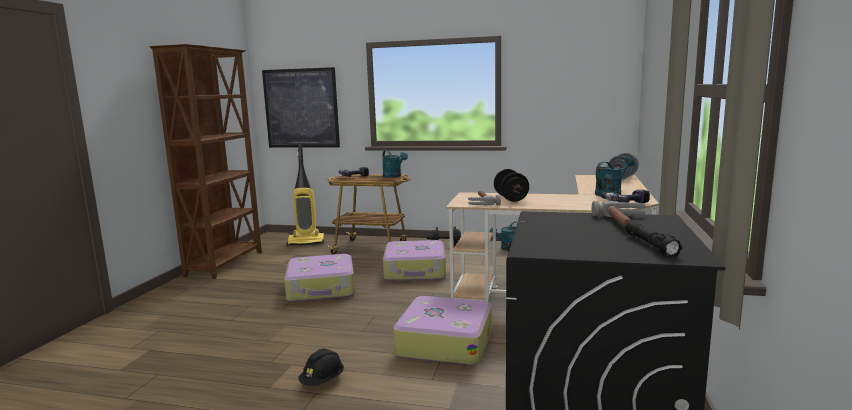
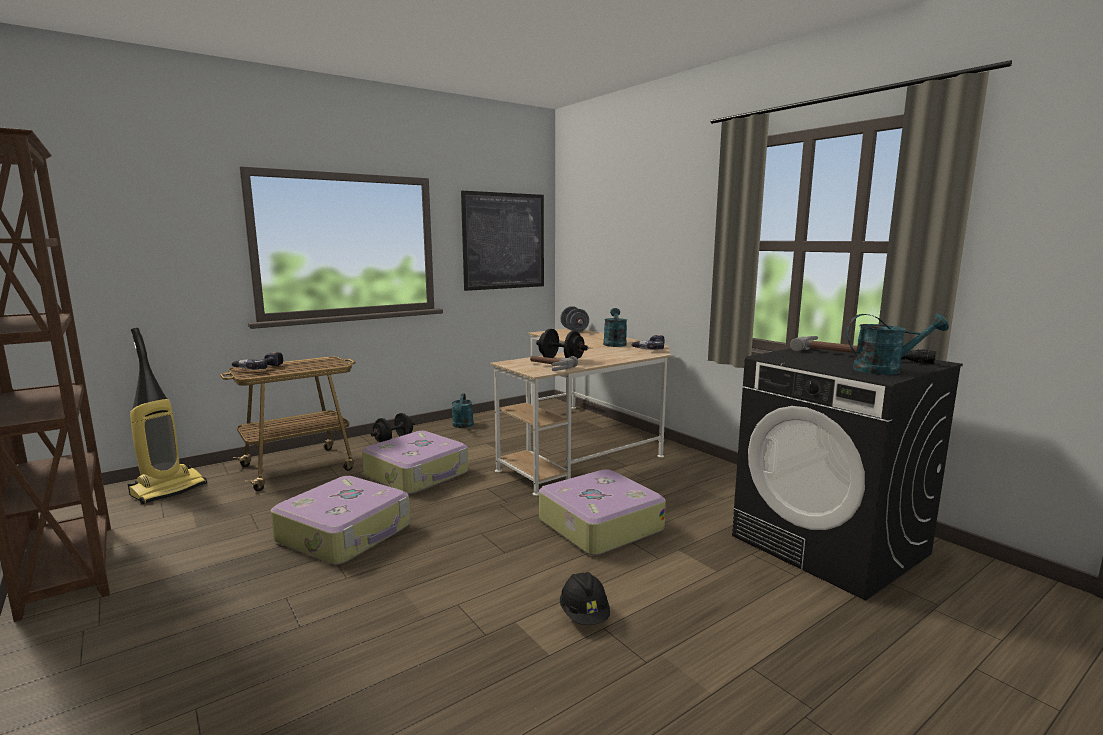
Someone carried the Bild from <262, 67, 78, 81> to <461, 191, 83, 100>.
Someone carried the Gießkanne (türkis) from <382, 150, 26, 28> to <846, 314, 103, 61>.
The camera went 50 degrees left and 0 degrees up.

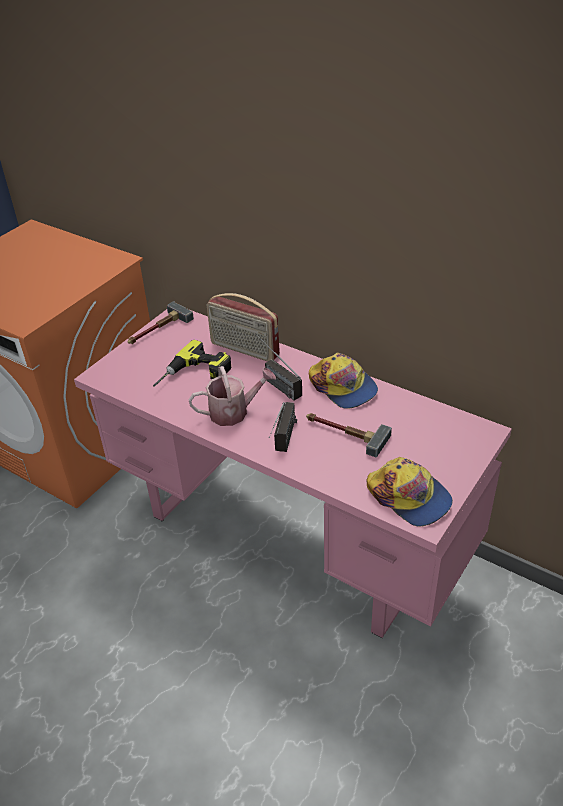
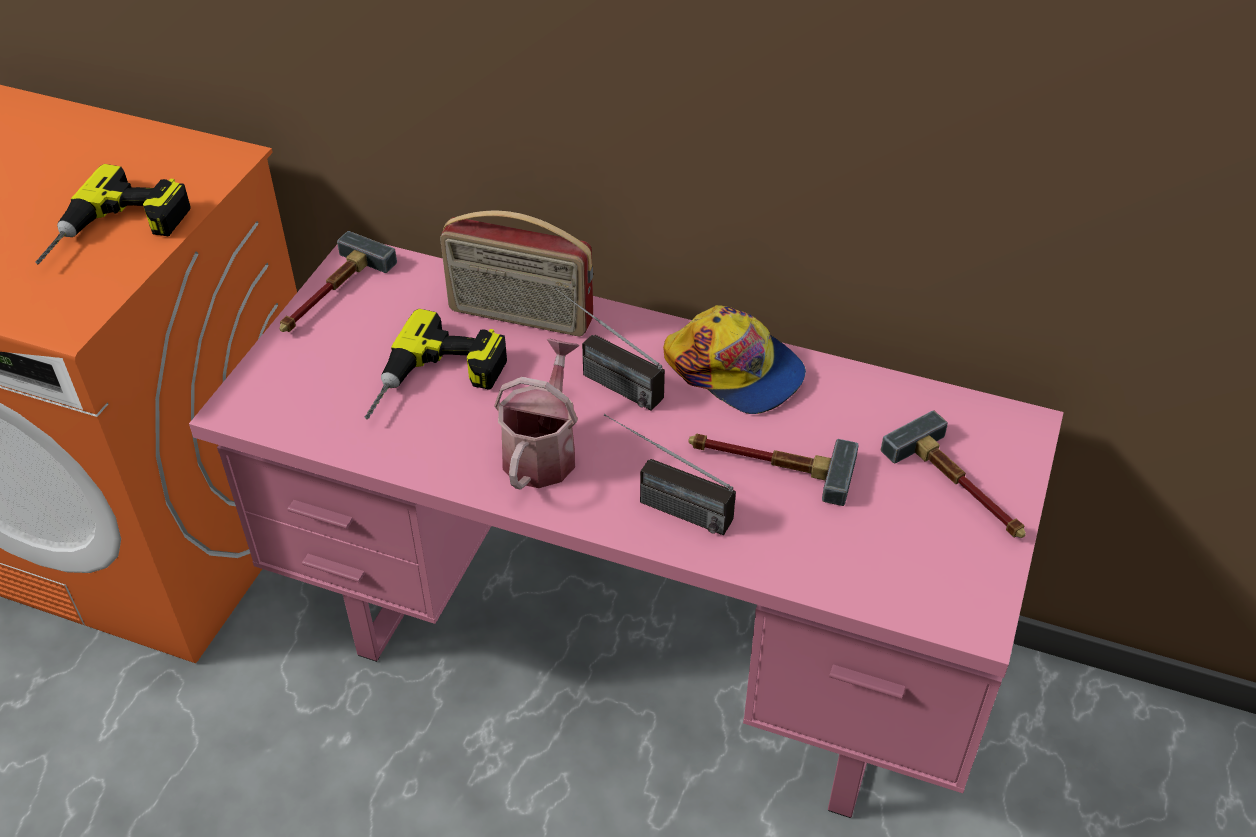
Someone put down the Bohrmaschine at <36, 164, 155, 101>.
Someone rotated the Gießkanne at <188, 366, 88, 60> by 45 degrees counterclockwise.
Someone rotated the Radio at <269, 402, 28, 50> by 120 degrees clockwise.
Someone put down the Hammer at <881, 410, 145, 128>.
Someone took away the Kappe at <367, 457, 86, 70>.
The camera went 15 degrees left and 5 degrees up.

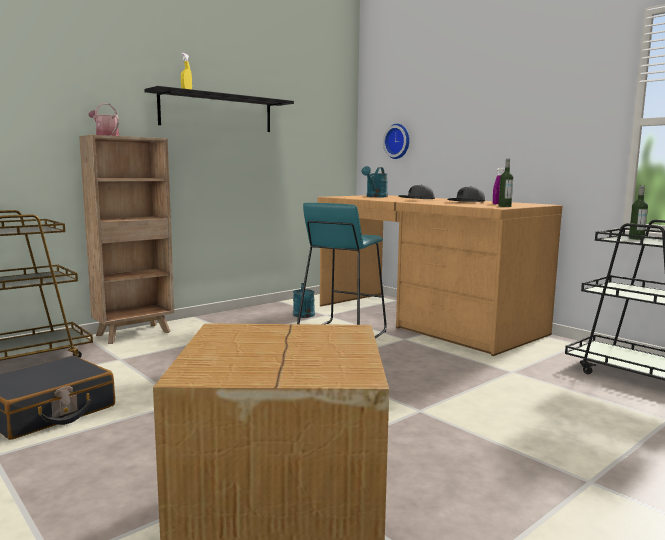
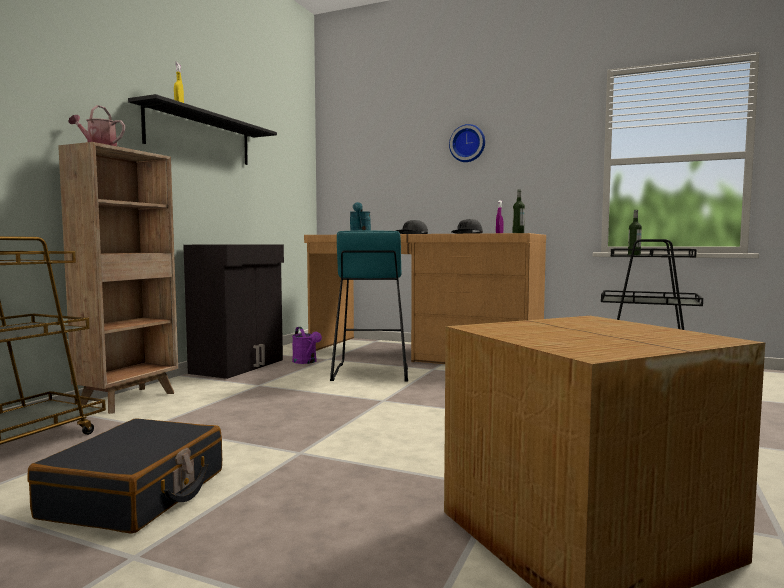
Someone put down the Schrank (schwarz) at <183, 245, 101, 134>.
Someone repainted the Gießkanne (türkis) at <293, 283, 22, 35>, which became the Gießkanne (lila) at <292, 327, 30, 37>.
Someone carried the Wanduhr from <383, 124, 27, 35> to <449, 124, 36, 38>.
The camera went 25 degrees left and 5 degrees down.

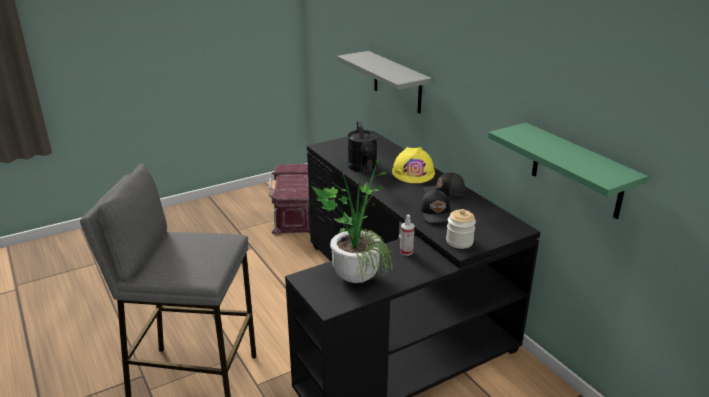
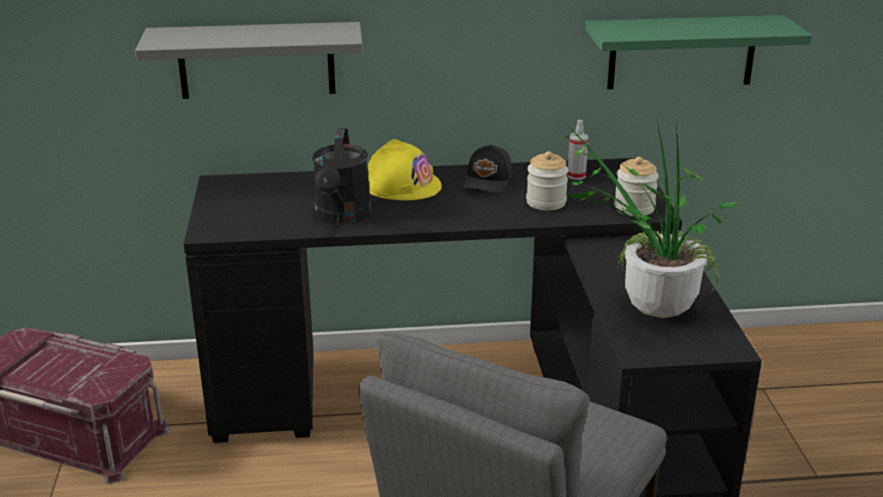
Someone rotated the Gießkanne (schwarz) at <347, 121, 30, 51> by 75 degrees clockwise.
Someone swapped the Kappe (schwarz) at <420, 190, 30, 33> for the Vorratsglas at <526, 151, 42, 59>.
Someone carried the Sprühflasche from <400, 215, 14, 41> to <567, 120, 21, 60>.
The camera went 65 degrees left and 0 degrees up.

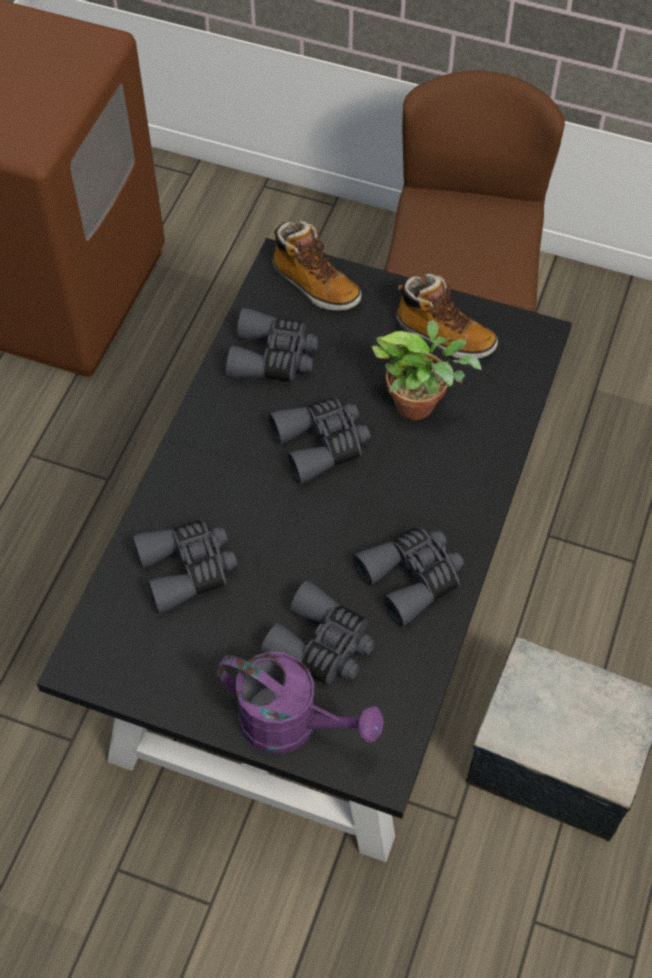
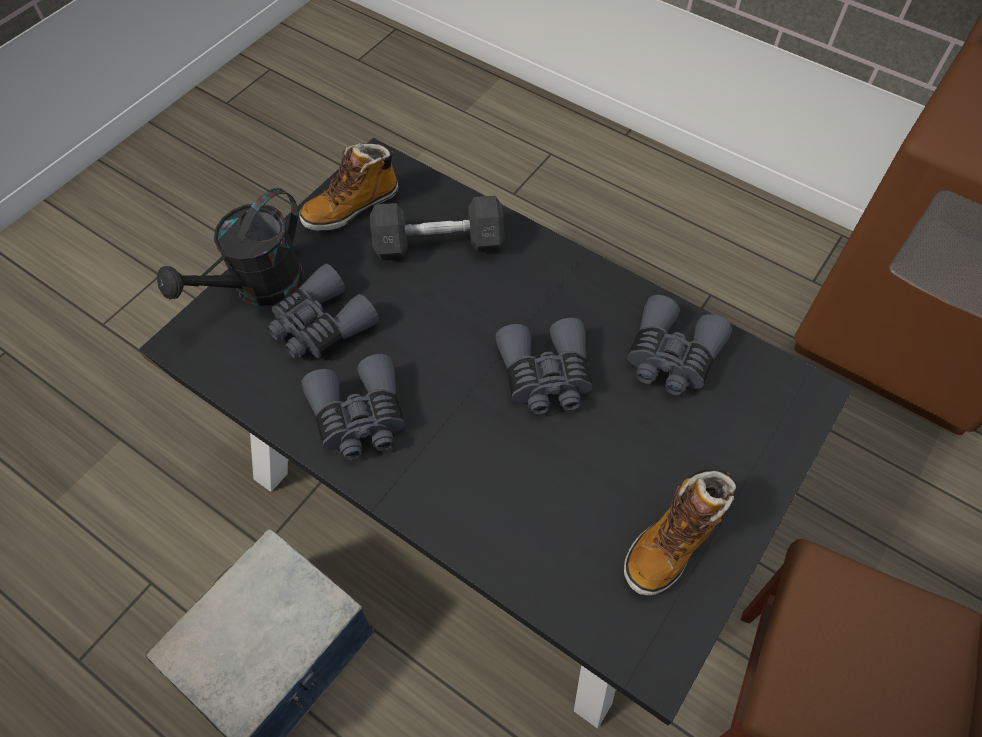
Someone repainted the Gießkanne (lila) at <216, 651, 168, 103>, which became the Gießkanne (schwarz) at <157, 188, 146, 118>.
Someone carried the Stiefel from <272, 221, 90, 90> to <299, 143, 99, 88>.
Someone swapped the Fernglas (grau) at <132, 519, 105, 94> for the Hantel (grau) at <370, 195, 135, 64>.
Someone took away the Topfpflanze at <372, 320, 109, 100>.
The camera went 105 degrees right and 0 degrees up.

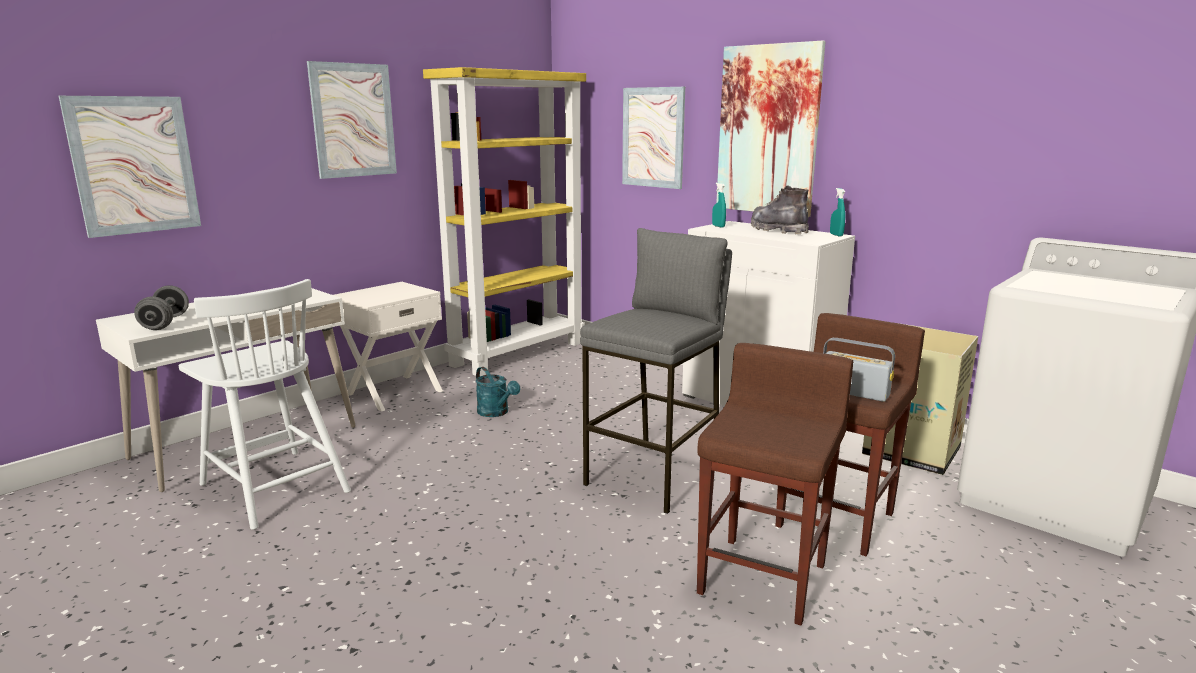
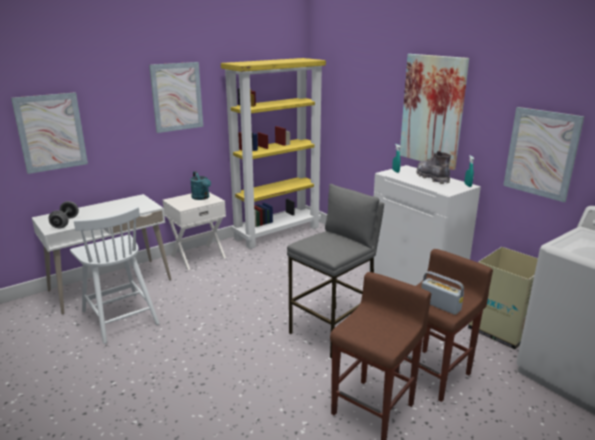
Someone carried the Gießkanne (türkis) from <476, 367, 44, 50> to <190, 171, 21, 29>.
Someone carried the Bild from <622, 87, 63, 102> to <503, 107, 81, 95>.
The camera went 10 degrees right and 5 degrees up.

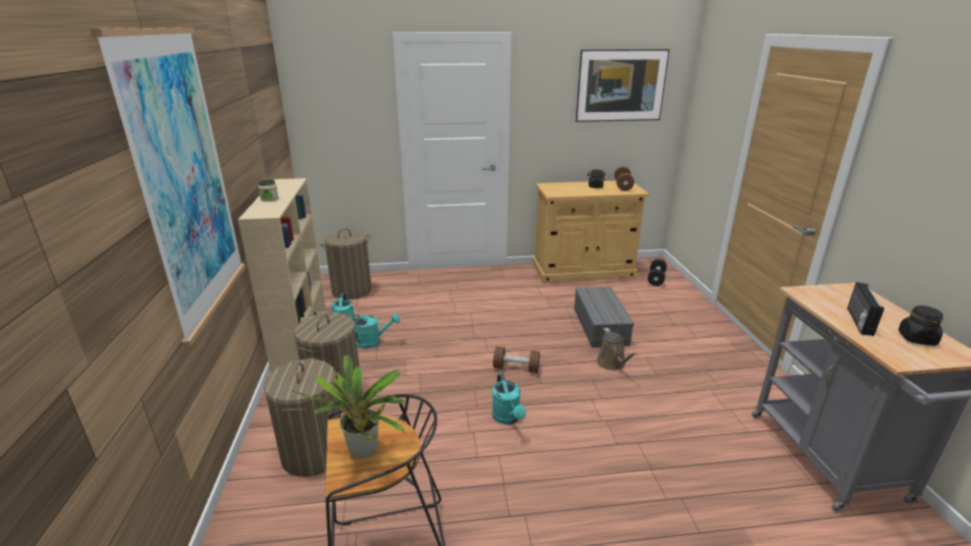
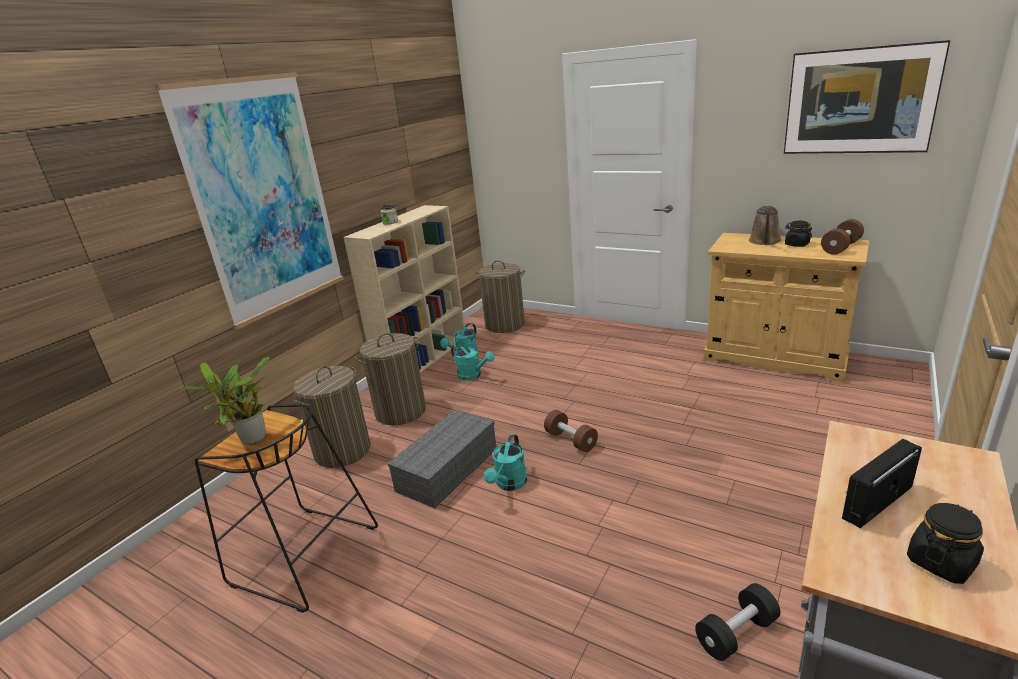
Someone carried the Aufbewahrungsbox (grau) from <574, 287, 60, 61> to <388, 410, 109, 98>.
Someone carried the Hantel (schwarz) from <648, 259, 19, 27> to <695, 583, 85, 78>.
Someone carried the Gießkanne (braun) from <597, 328, 40, 43> to <749, 205, 32, 40>.
The camera went 40 degrees right and 0 degrees up.

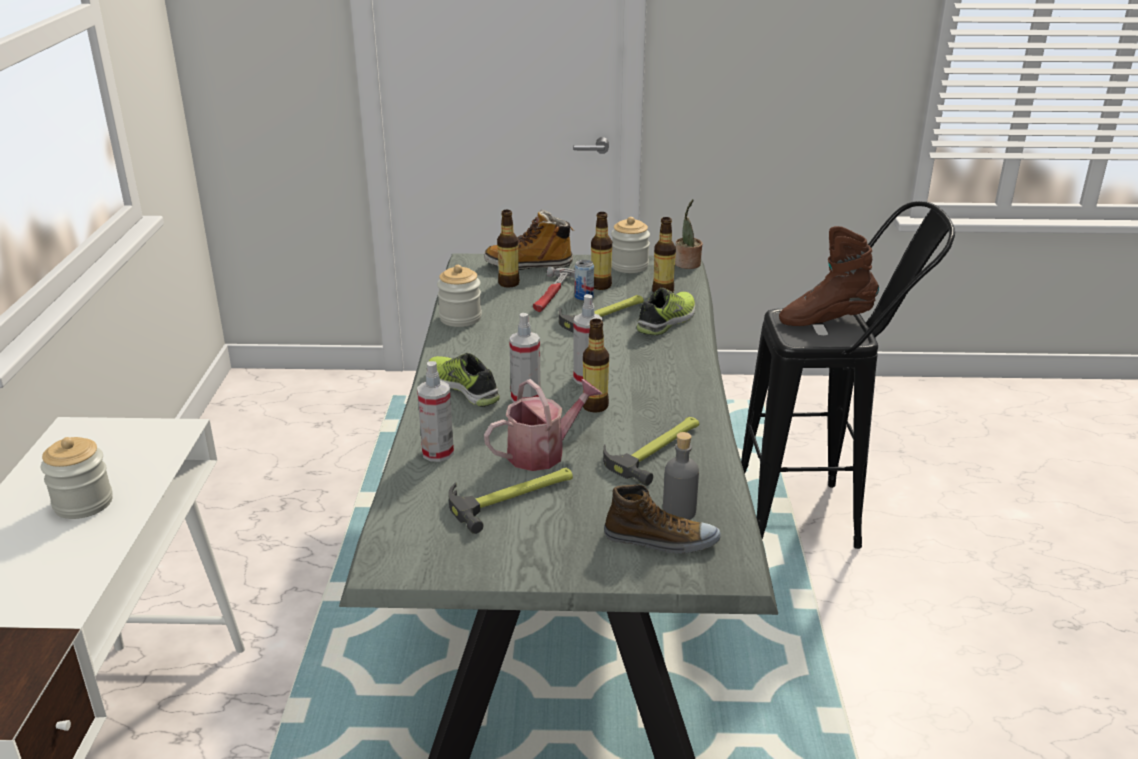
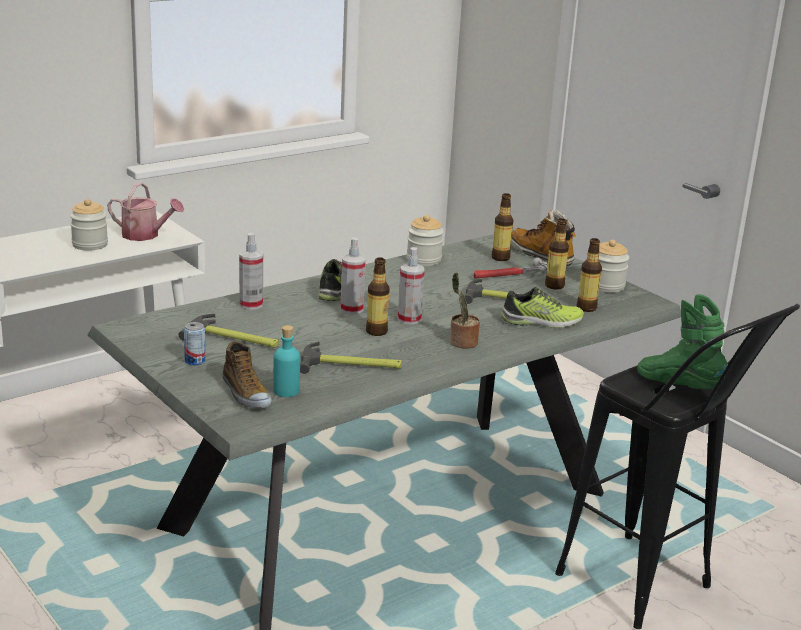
Someone carried the Gießkanne from <484, 379, 118, 92> to <107, 182, 77, 59>.
Someone carried the Dose from <575, 260, 19, 41> to <184, 322, 21, 44>.
Someone repainted the Flasche (grau) at <663, 432, 36, 88>, which became the Flasche (türkis) at <273, 325, 27, 72>.
Someone carried the Topfpflanze from <675, 199, 28, 70> to <450, 272, 30, 77>.
Someone repainted the Stiefel (braun) at <779, 226, 100, 100>, which became the Stiefel (grün) at <637, 294, 91, 95>.
The camera went 50 degrees right and 5 degrees down.

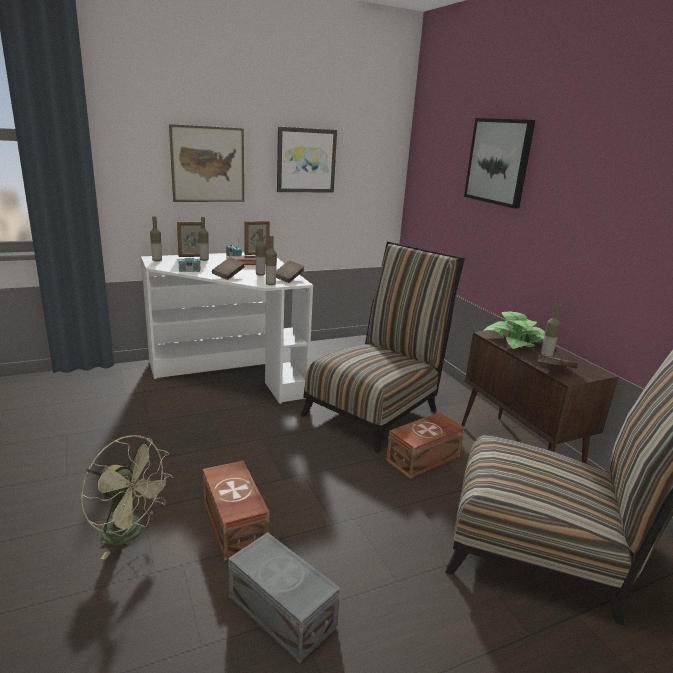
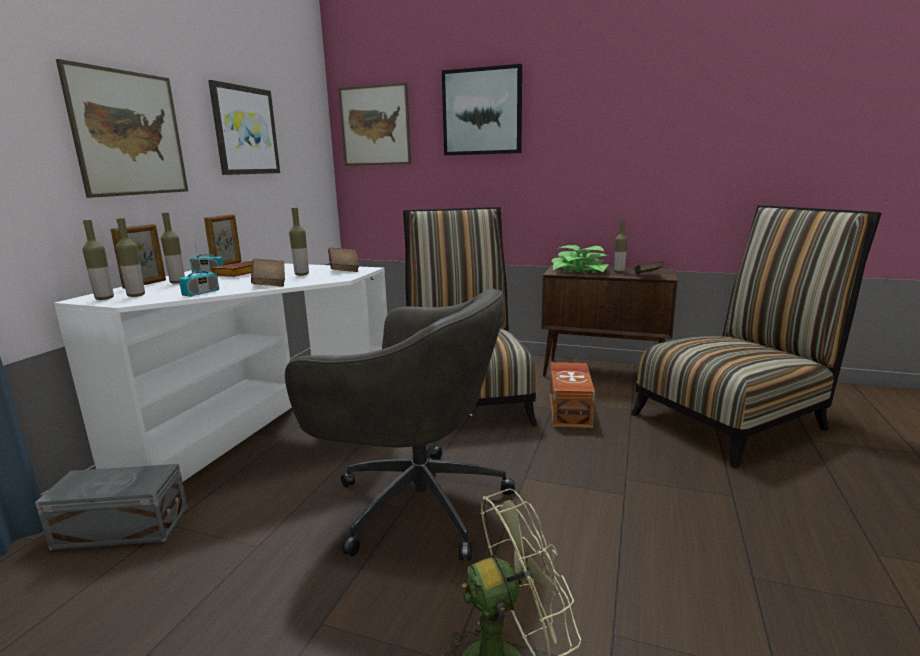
Someone carried the Aufbewahrungsbox (grau) from <228, 532, 112, 131> to <35, 464, 153, 86>.
Someone carried the Flasche from <266, 236, 11, 49> to <116, 218, 29, 79>.
Someone put down the Bürostuhl (grau) at <285, 288, 230, 273>.
Someone put up the Bild at <338, 83, 73, 83>.
Someone took away the Aufbewahrungsbox (braun) at <203, 461, 66, 99>.
The camera went 45 degrees left and 5 degrees down.

